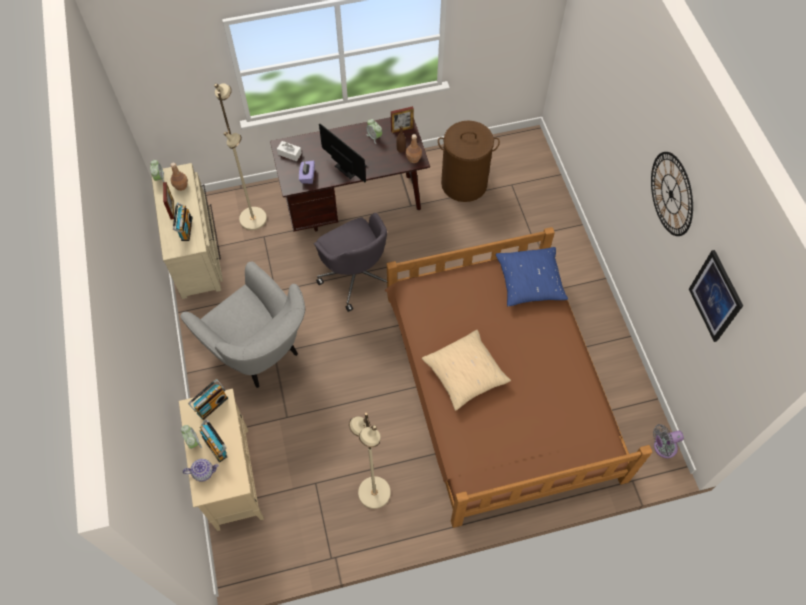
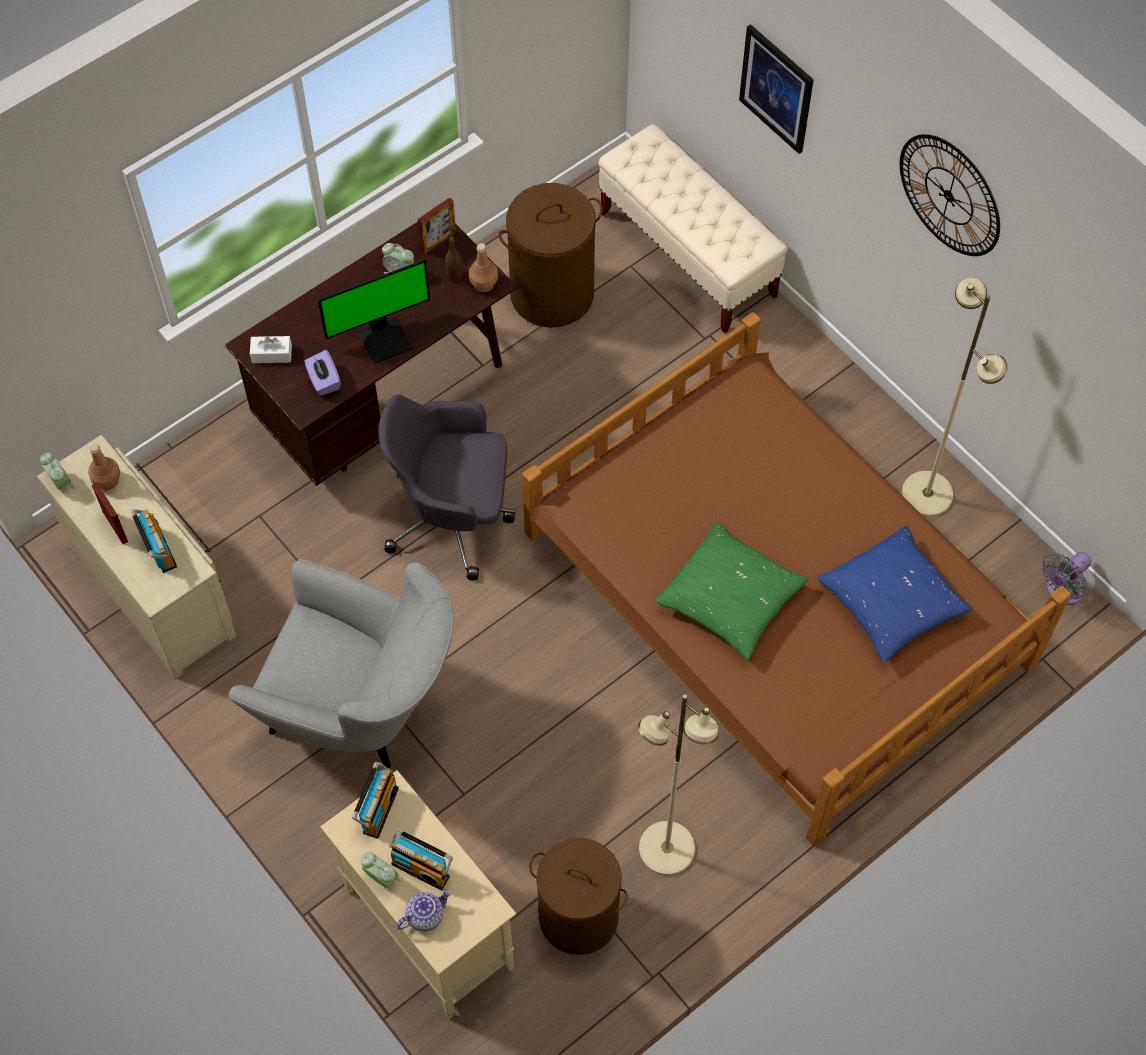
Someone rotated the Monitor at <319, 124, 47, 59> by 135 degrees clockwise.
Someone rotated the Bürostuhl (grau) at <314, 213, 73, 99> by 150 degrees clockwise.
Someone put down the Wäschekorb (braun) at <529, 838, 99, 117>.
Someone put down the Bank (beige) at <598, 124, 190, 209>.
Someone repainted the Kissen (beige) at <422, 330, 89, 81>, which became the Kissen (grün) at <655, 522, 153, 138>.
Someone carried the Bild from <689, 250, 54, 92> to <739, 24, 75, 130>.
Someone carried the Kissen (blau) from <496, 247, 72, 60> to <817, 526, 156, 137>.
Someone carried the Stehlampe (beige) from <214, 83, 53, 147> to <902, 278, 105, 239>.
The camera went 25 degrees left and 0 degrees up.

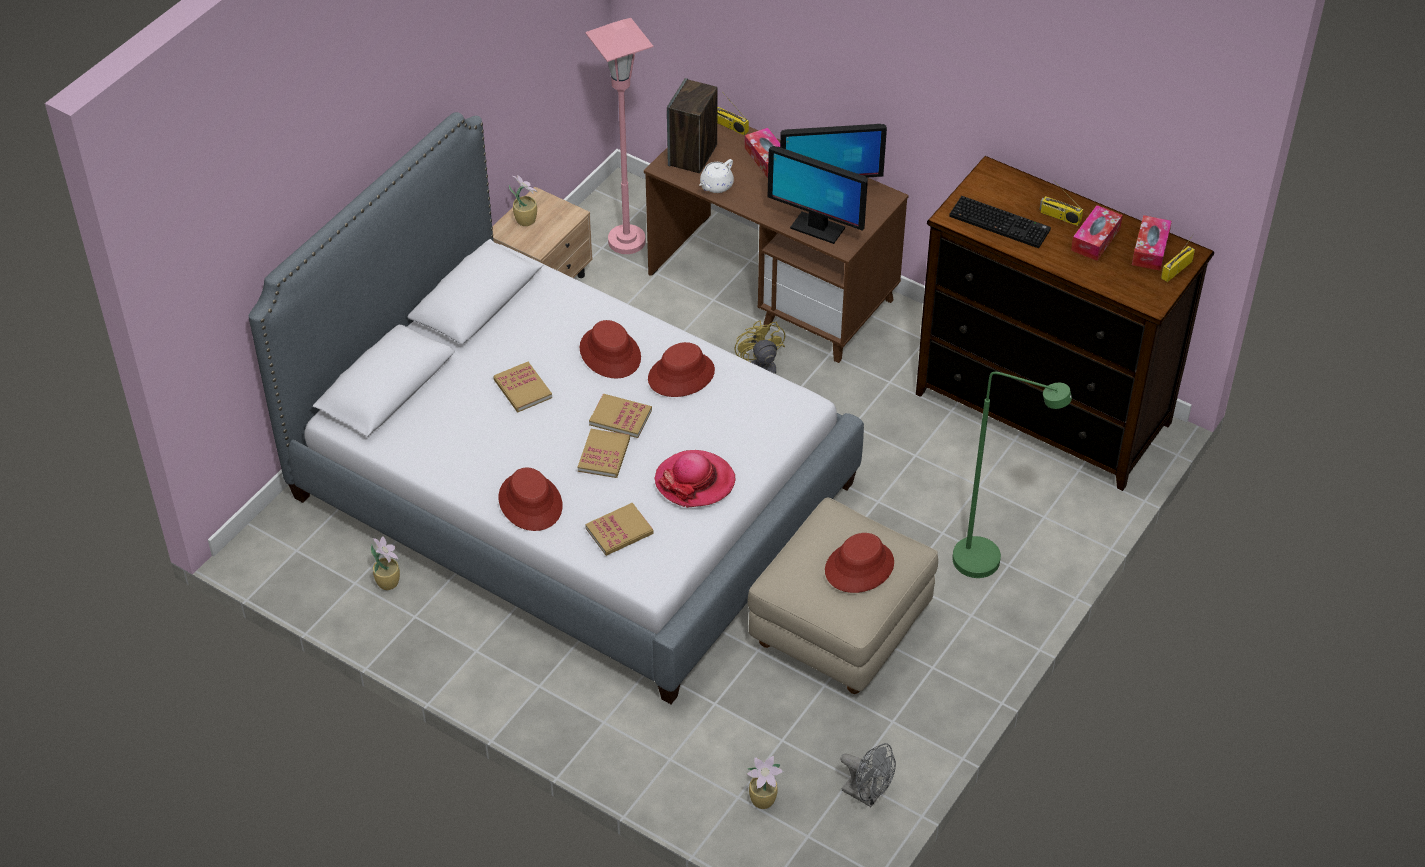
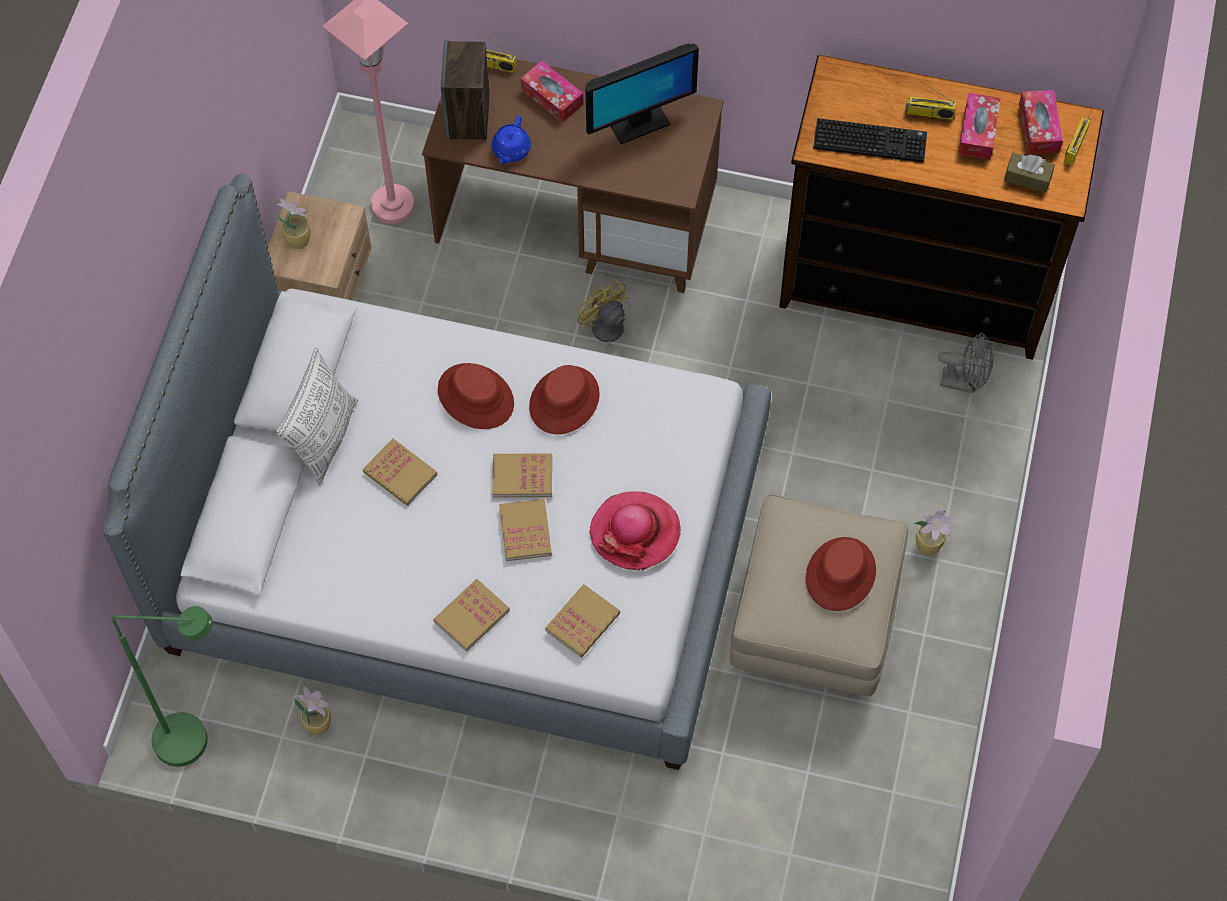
Someone carried the Stehlampe (grün) from <952, 372, 120, 206> to <112, 606, 101, 161>.
Someone put down the Kissen at <276, 348, 82, 139>.
Someone swapped the Hut (rot) at <499, 467, 64, 64> for the Buch at <433, 579, 77, 73>.
Someone repainted the Teekanne (weiß) at <699, 159, 35, 34>, which became the Teekanne (blau) at <492, 116, 39, 48>.
Someone carried the Topfpflanze from <746, 756, 37, 53> to <913, 507, 41, 48>.
Someone carried the Ventilator (grau) from <840, 743, 56, 64> to <938, 332, 56, 61>.
Someone put down the Taschentuchbox (braun) at <1004, 153, 51, 40>.
Someone took away the Monitor at <768, 146, 100, 98>.
The camera went 20 degrees left and 15 degrees up.

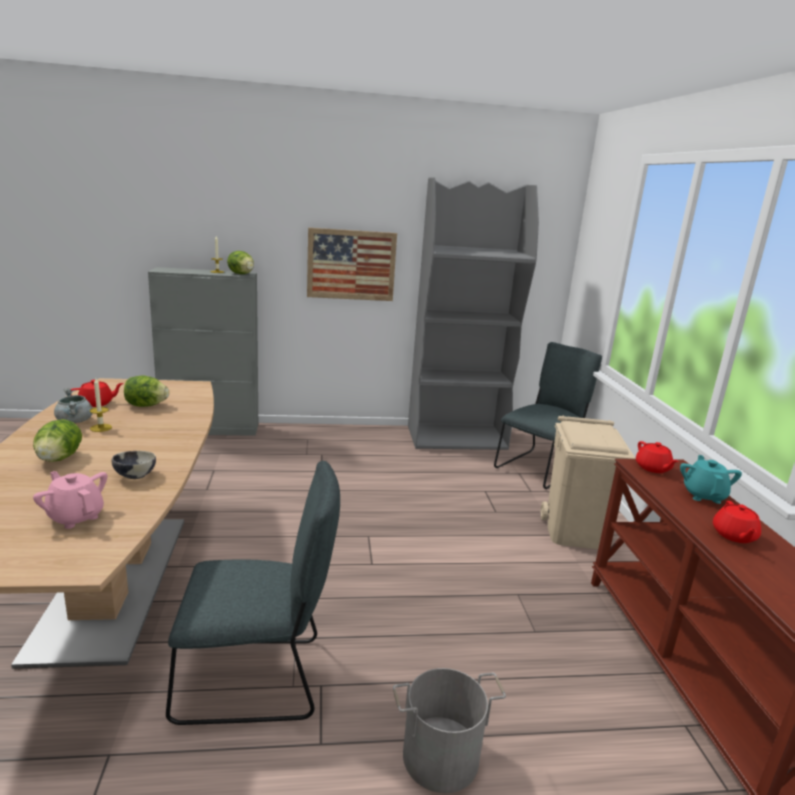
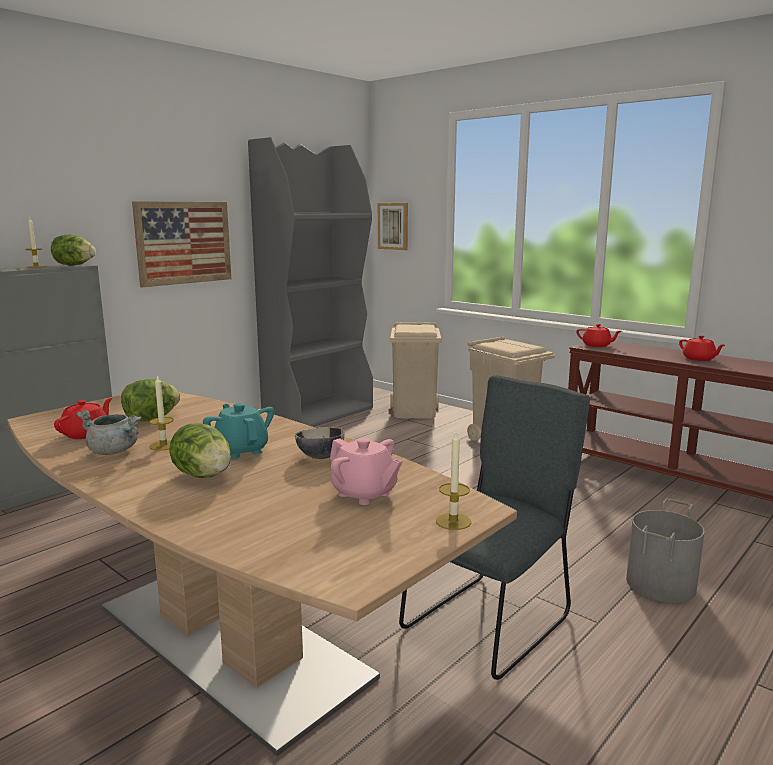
Someone carried the Teekanne (türkis) from <680, 455, 62, 49> to <203, 403, 71, 56>.
Someone rotated the Teekanne (rosa) at <33, 471, 74, 58> by 135 degrees counterclockwise.
Someone put up the Bild at <378, 203, 30, 47>.
Someone swapped the Stuhl (grau) at <494, 342, 108, 147> for the Mülleimer (beige) at <390, 322, 51, 97>.
Someone put down the Kerze at <436, 432, 35, 98>.
The camera went 40 degrees left and 5 degrees down.

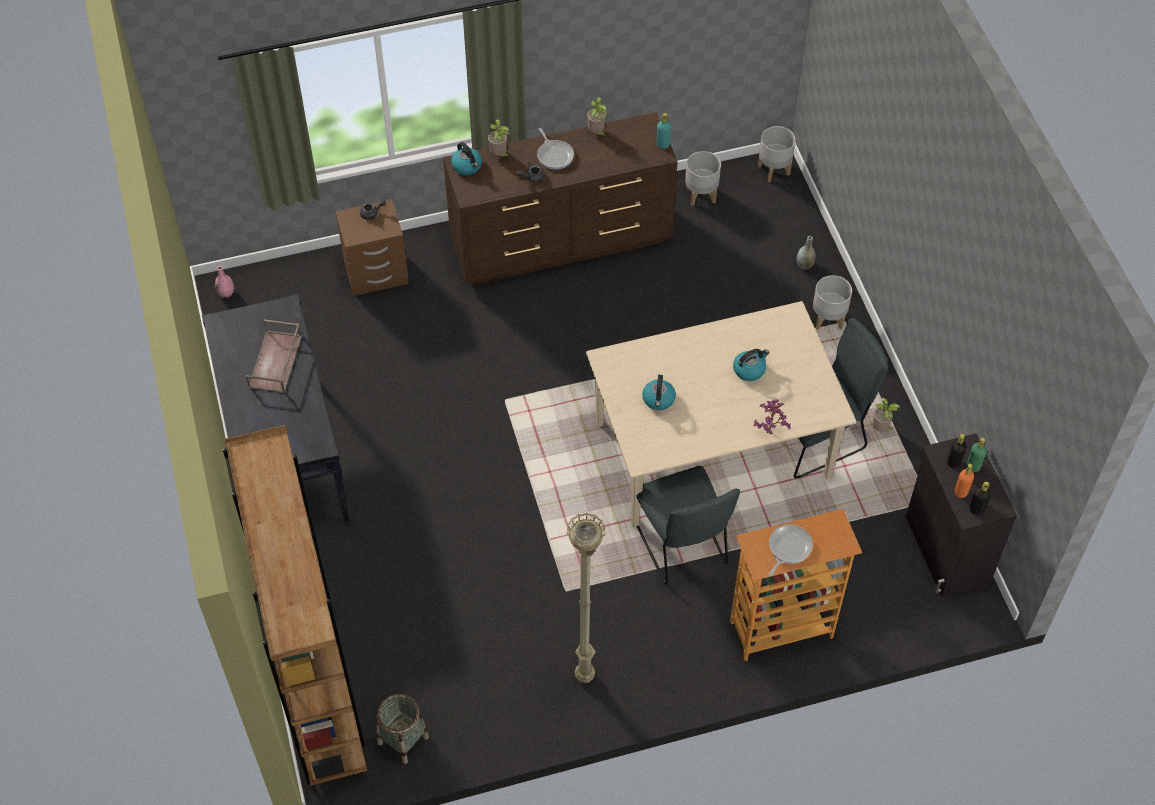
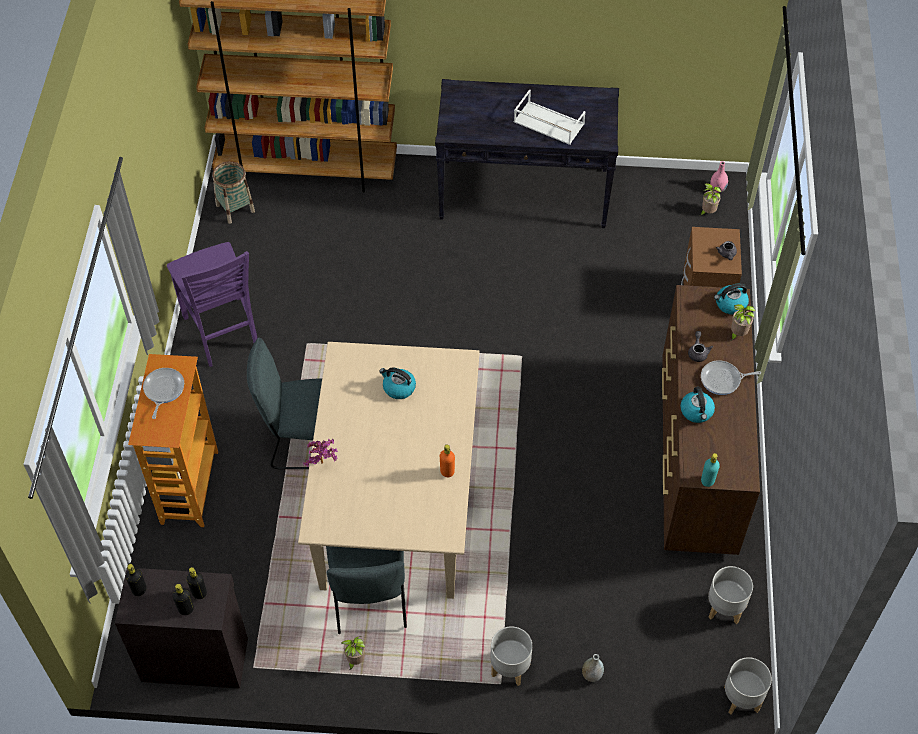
Someone rotated the Pfanne at <769, 525, 44, 51> by 135 degrees counterclockwise.
Someone swapped the Stehlampe (beige) at <567, 512, 39, 171> for the Stuhl (lila) at <167, 242, 90, 125>.
Someone repainted the Flasche (grün) at <967, 437, 20, 35>, which became the Flasche (schwarz) at <173, 584, 21, 31>.
Someone carried the Flasche (orange) from <955, 464, 19, 34> to <440, 445, 15, 32>.
Someone repainted the Tablett (braun) at <246, 319, 56, 74>, which became the Tablett (weiß) at <514, 89, 71, 56>.
Someone carried the Wasserkessel from <733, 349, 36, 32> to <680, 387, 35, 36>.
Someone carried the Topfpflanze from <587, 97, 20, 40> to <700, 183, 21, 33>.
The camera went 110 degrees right and 0 degrees up.

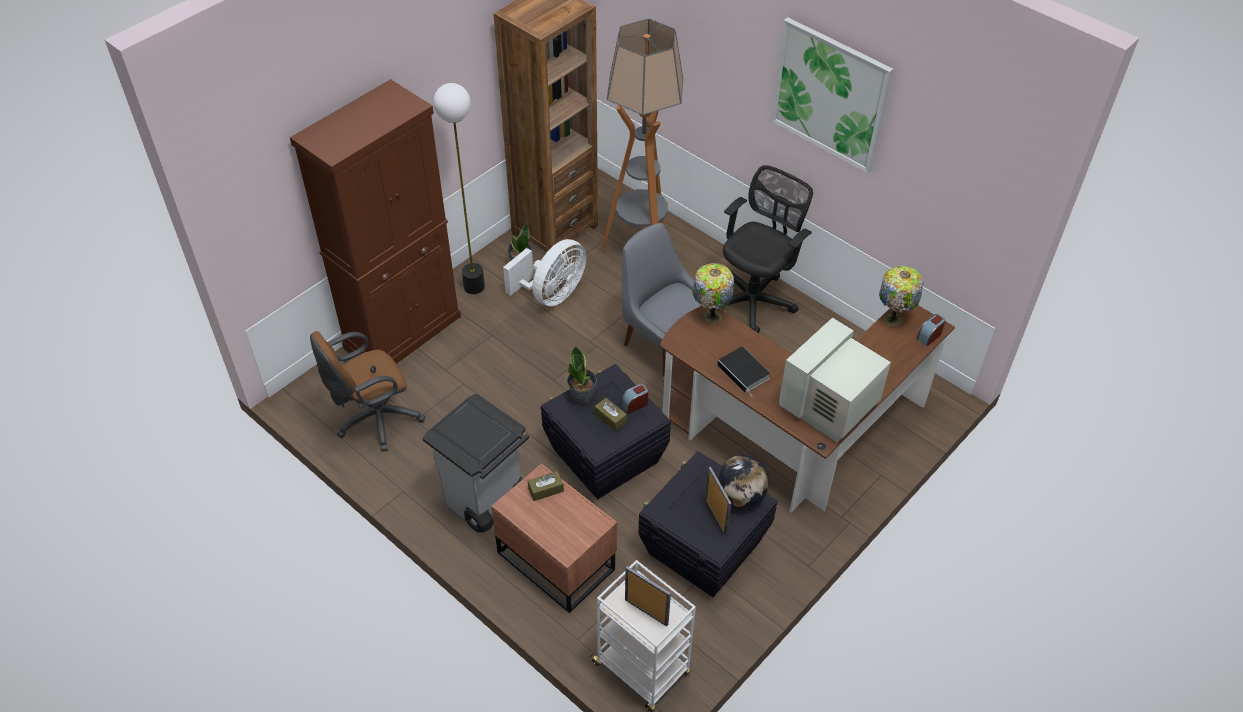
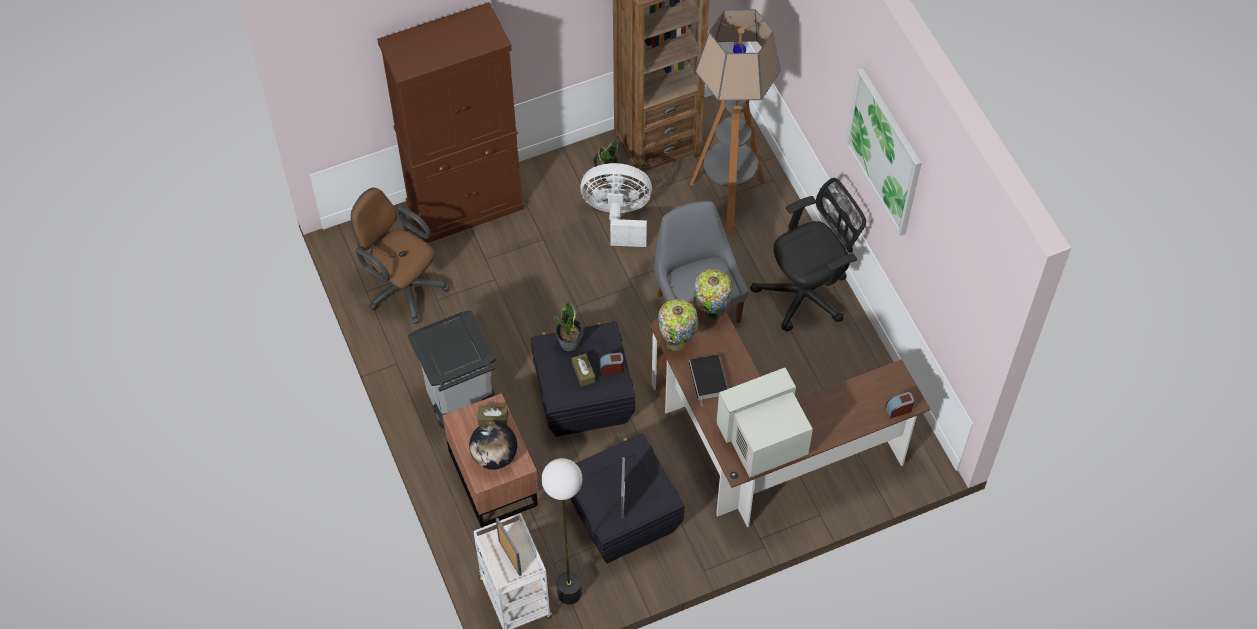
Someone rotated the Bürostuhl (braun) at <310, 331, 115, 121> by 45 degrees clockwise.
Someone carried the Globus from <717, 455, 53, 53> to <469, 421, 48, 49>.
Someone carried the Stehlampe from <433, 83, 52, 211> to <541, 458, 42, 146>.
Someone rotated the Ventilator (weiß) at <503, 239, 83, 67> by 150 degrees counterclockwise.
Someone carried the Tischlampe from <879, 266, 45, 61> to <658, 298, 40, 53>.
The camera went 25 degrees right and 10 degrees up.

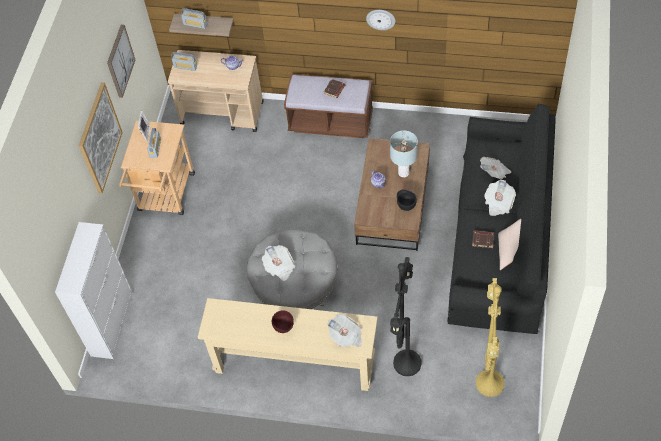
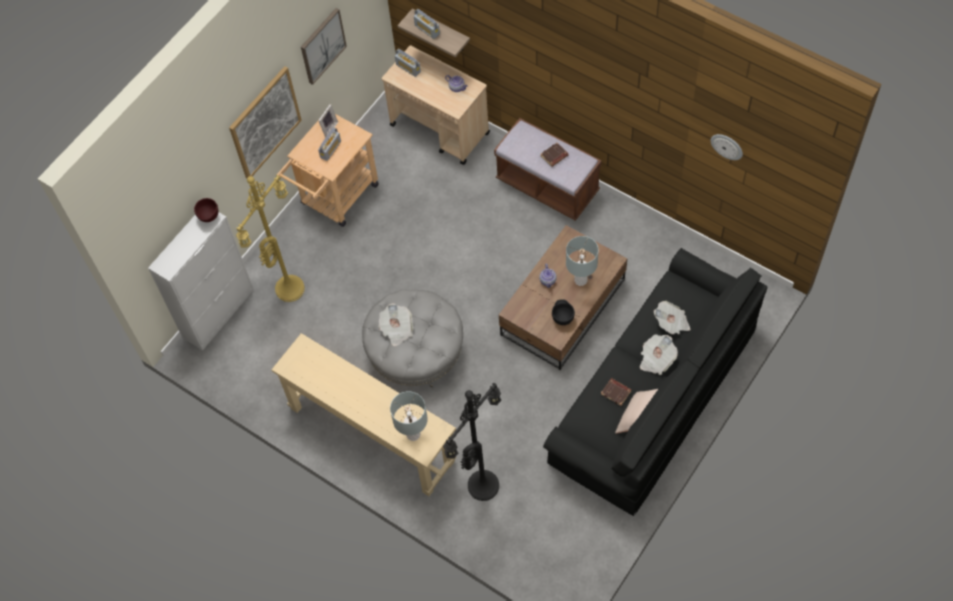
Someone carried the Schüssel (braun) from <272, 310, 22, 23> to <194, 198, 24, 24>.
Someone carried the Stehlampe (gelb) from <476, 278, 29, 119> to <236, 175, 69, 127>.
Someone swapped the Zeitung at <328, 314, 34, 34> for the Tischlampe (grau) at <390, 391, 38, 50>.
Someone carried the Wanduhr from <366, 10, 29, 20> to <711, 134, 32, 26>.
The camera went 25 degrees right and 5 degrees up.

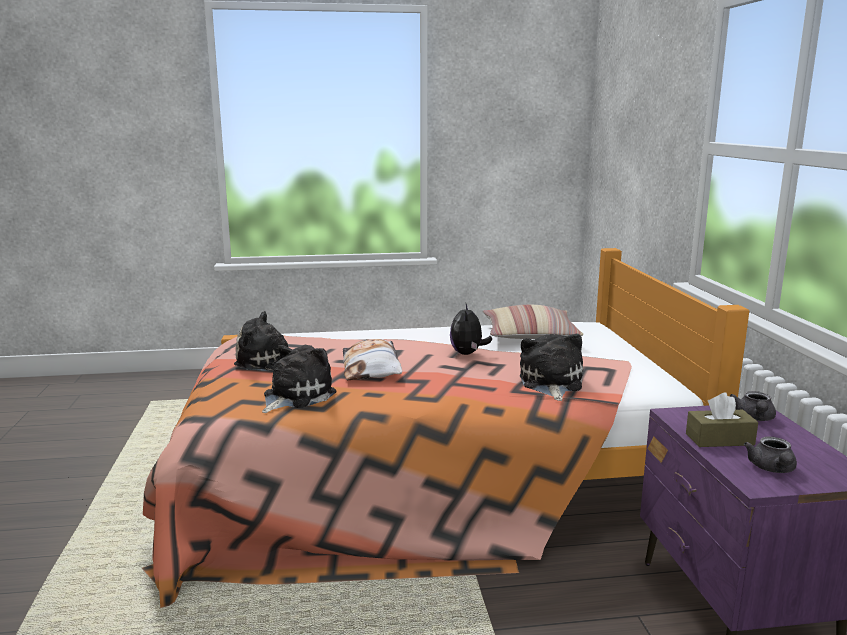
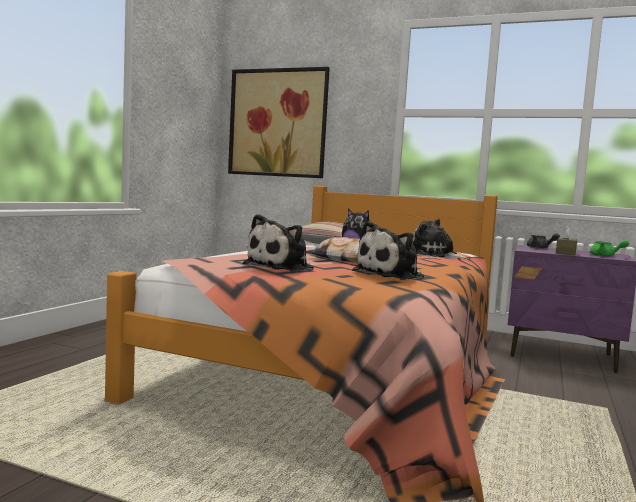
Someone put up the Bild at <228, 67, 102, 111>.
Someone rotated the Plüschtier at <262, 345, 75, 68> by 105 degrees counterclockwise.
Someone repainted the Teekanne (grau) at <744, 437, 53, 36>, which became the Teekanne (grün) at <590, 240, 39, 16>.
The camera went 60 degrees left and 10 degrees down.

